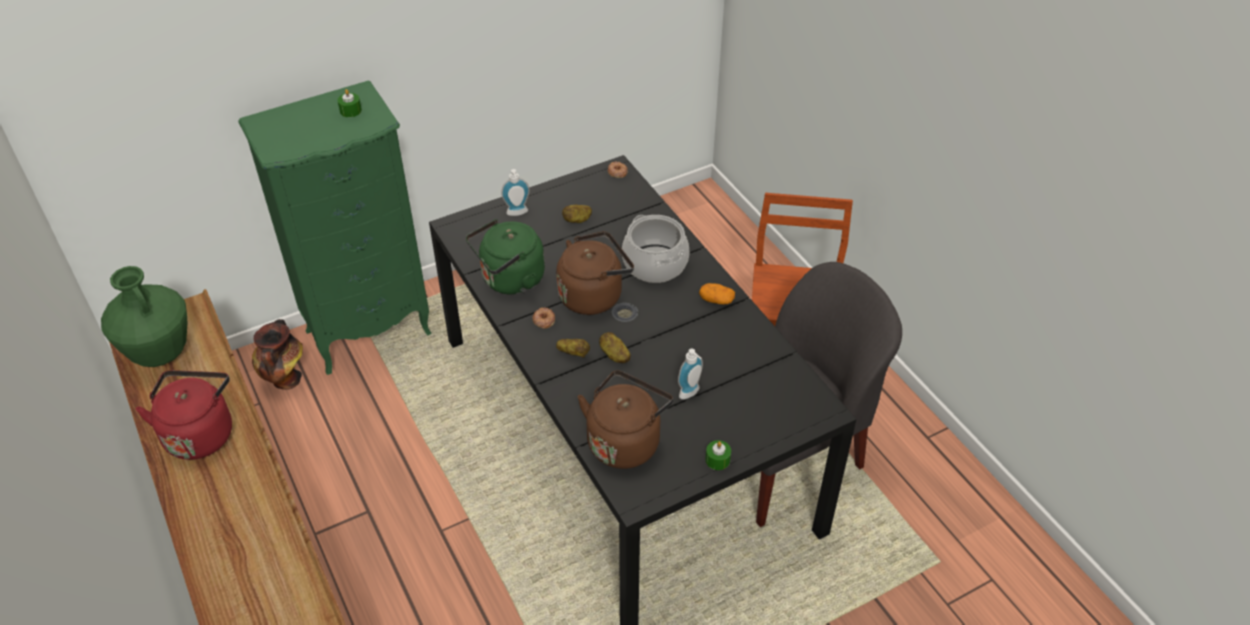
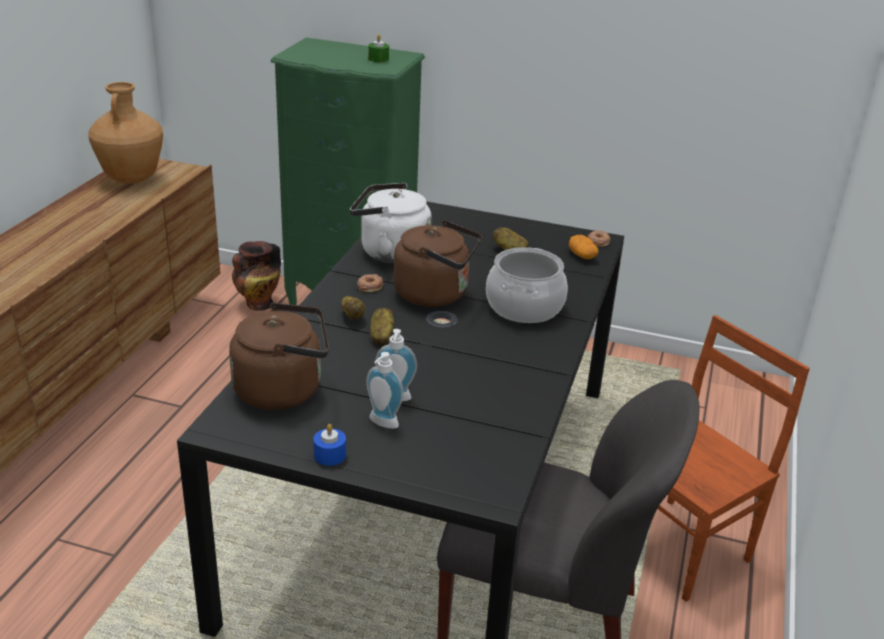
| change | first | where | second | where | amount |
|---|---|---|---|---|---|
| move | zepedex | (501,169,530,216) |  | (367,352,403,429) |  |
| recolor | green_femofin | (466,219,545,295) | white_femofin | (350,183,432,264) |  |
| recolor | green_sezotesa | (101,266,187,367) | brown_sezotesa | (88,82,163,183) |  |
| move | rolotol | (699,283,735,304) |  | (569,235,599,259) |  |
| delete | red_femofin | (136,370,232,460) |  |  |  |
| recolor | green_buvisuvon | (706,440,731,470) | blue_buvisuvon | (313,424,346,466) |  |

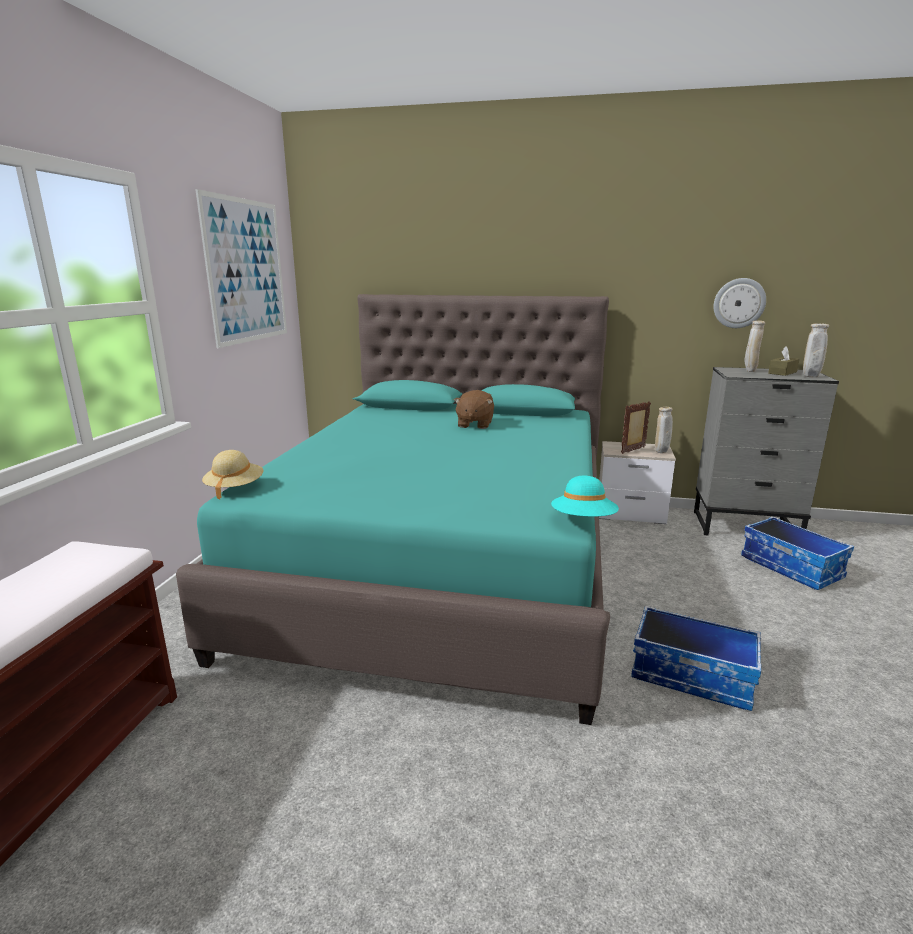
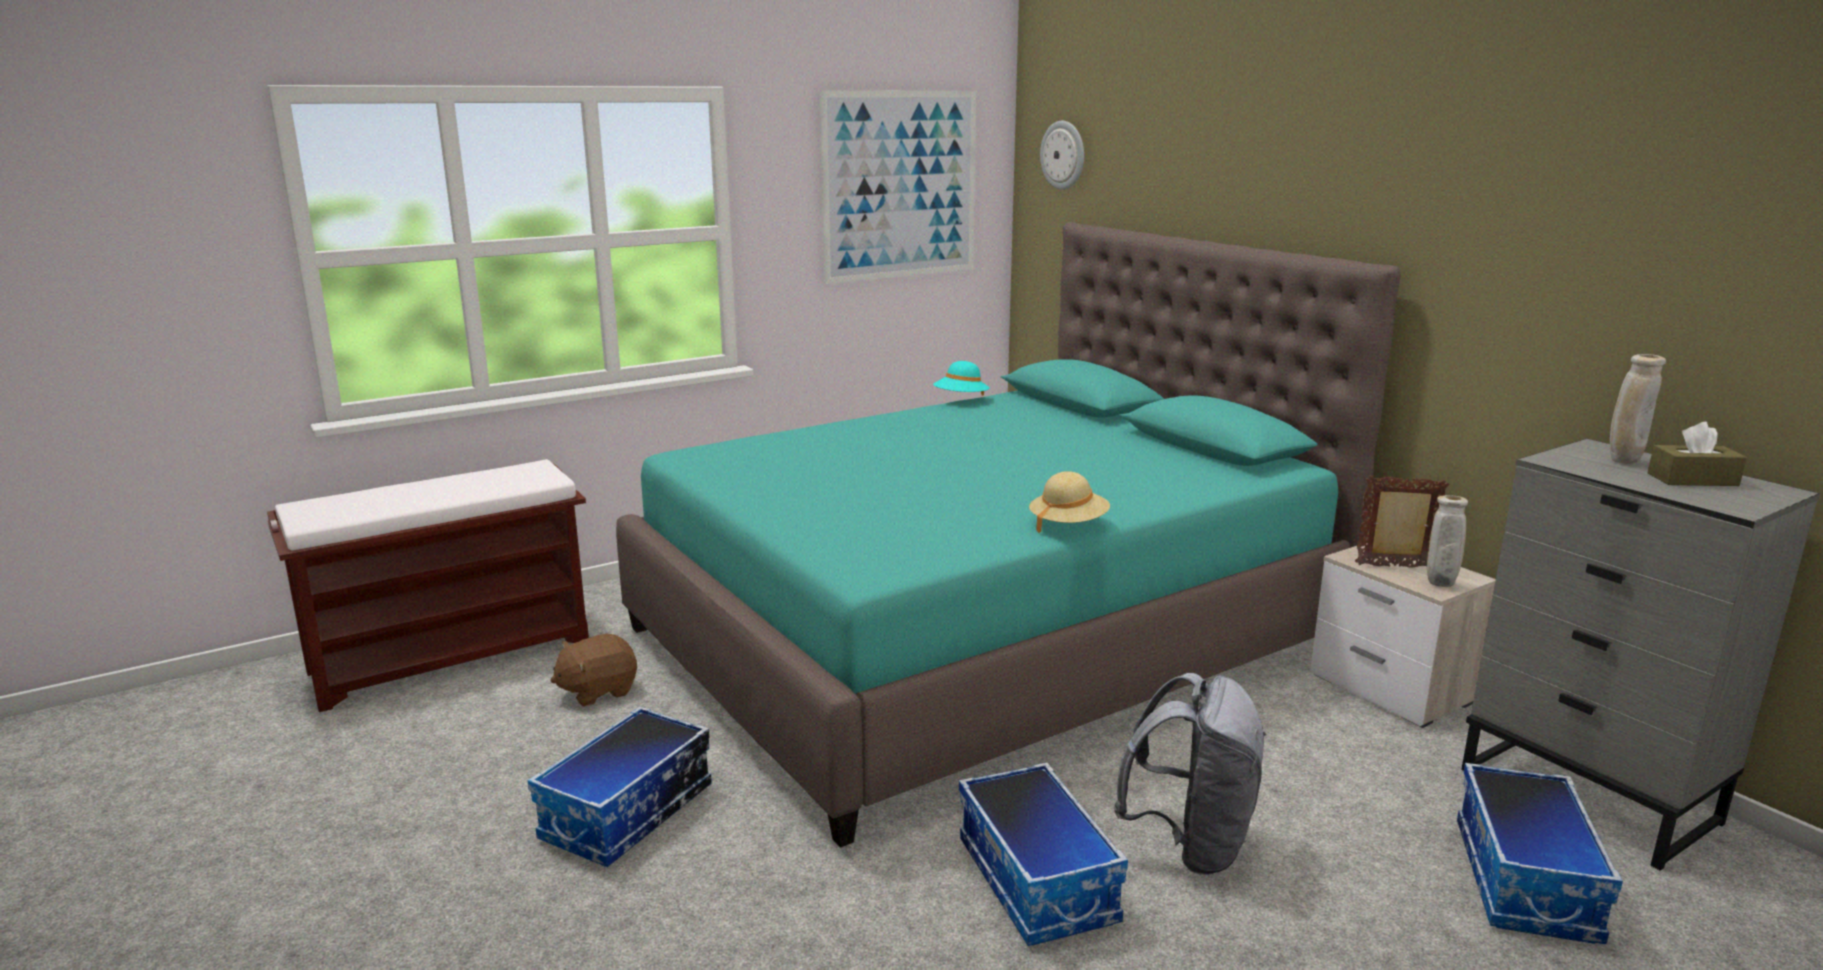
| change | first | where | second | where | amount |
|---|---|---|---|---|---|
| move | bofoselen | (713,278,766,328) |  | (1040,121,1084,190) |  |
| delete | beige_sezotesa | (803,323,829,377) |  |  |  |
| move | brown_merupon | (454,390,494,429) |  | (550,634,637,707) |  |
| move | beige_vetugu | (202,450,264,499) |  | (1029,471,1110,534) |  |
| move | turquoise_vetugu | (551,476,619,517) |  | (933,361,990,396) |  |
| insert |  |  | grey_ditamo | (1114,673,1267,875) |  |
| insert |  |  | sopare | (528,706,712,867) |  |

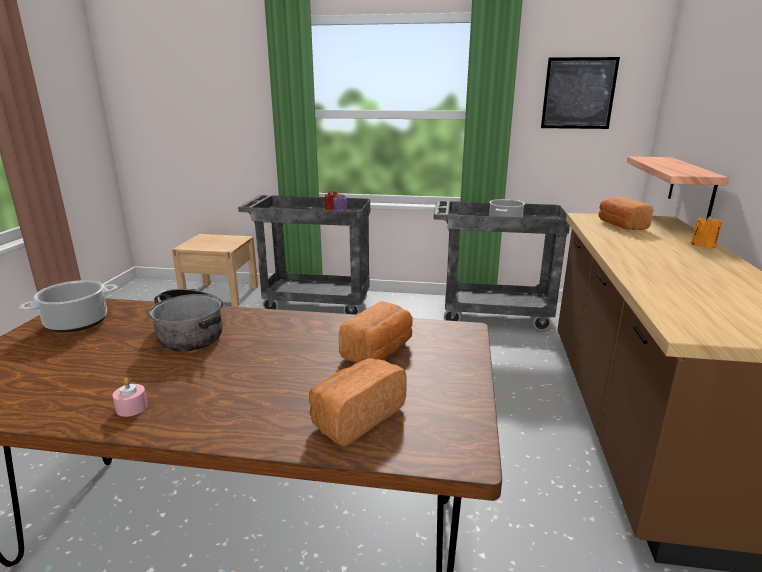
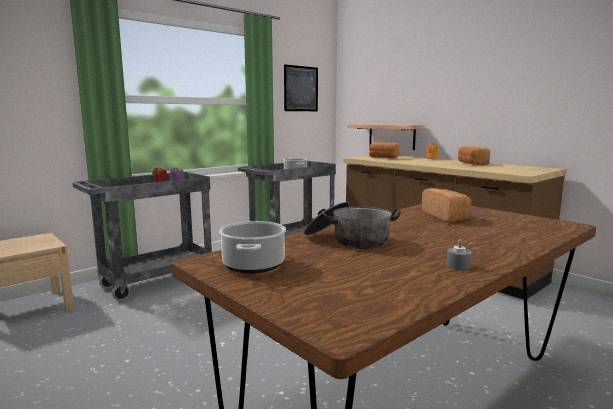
| change | first | where | second | where | amount |
|---|---|---|---|---|---|
| move | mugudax | (309,358,407,446) |  | (458,146,490,165) |  |
| recolor | pink_buvisuvon | (113,378,148,417) | grey_buvisuvon | (446,239,472,270) |  |

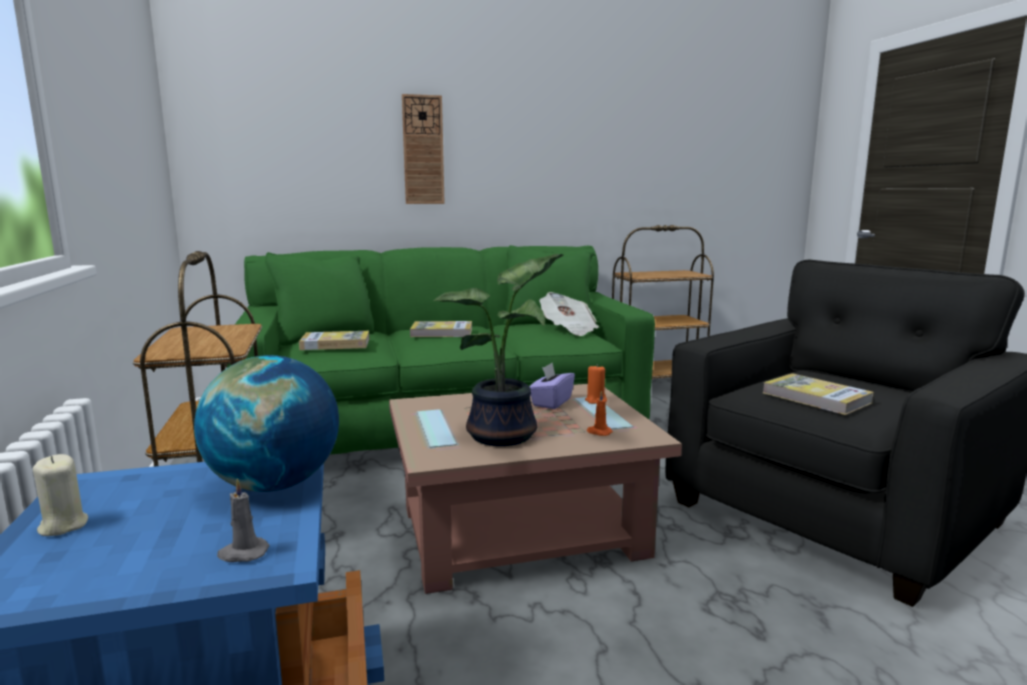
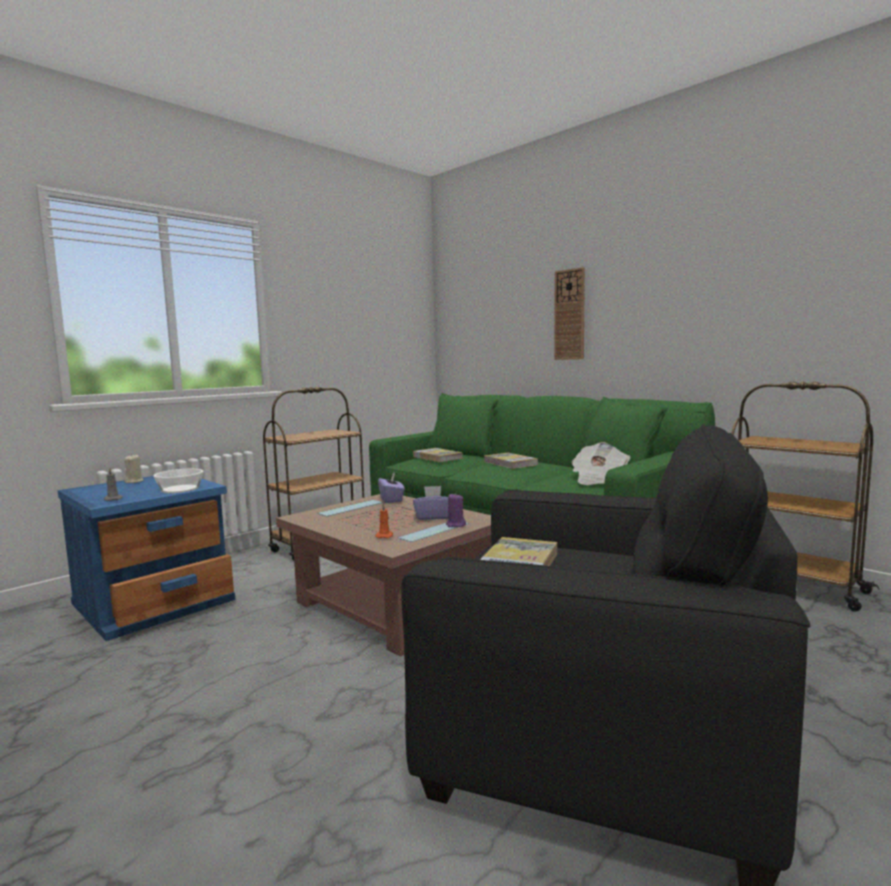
| change | first | where | second | where | amount |
|---|---|---|---|---|---|
| delete | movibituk | (433,254,563,446) |  |  |  |
| replace | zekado | (194,355,339,492) | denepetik | (153,469,203,493) |  |
| recolor | orange_buvisuvon | (585,364,607,404) | purple_buvisuvon | (446,493,466,527) |  |
| insert |  |  | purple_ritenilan | (378,472,405,503) |  |

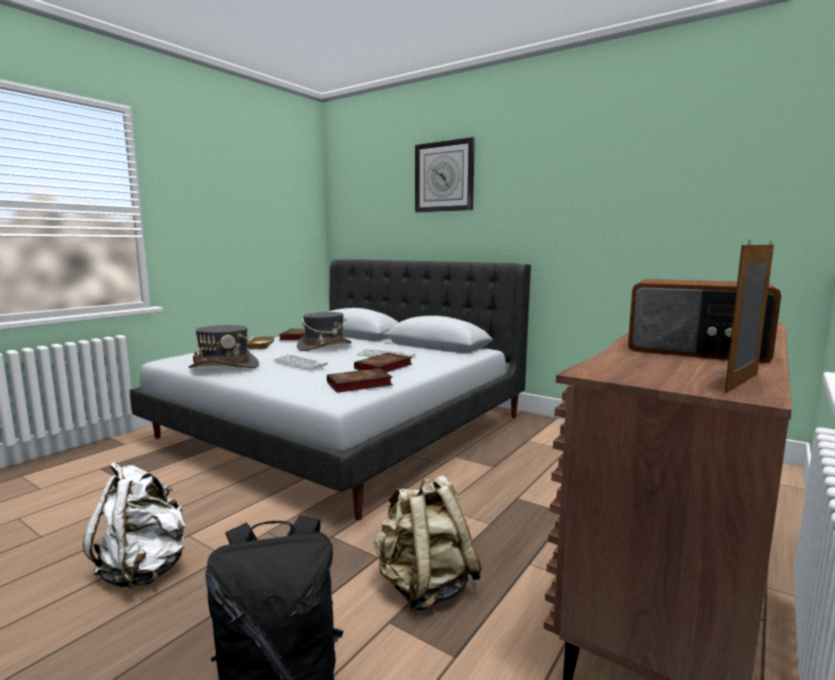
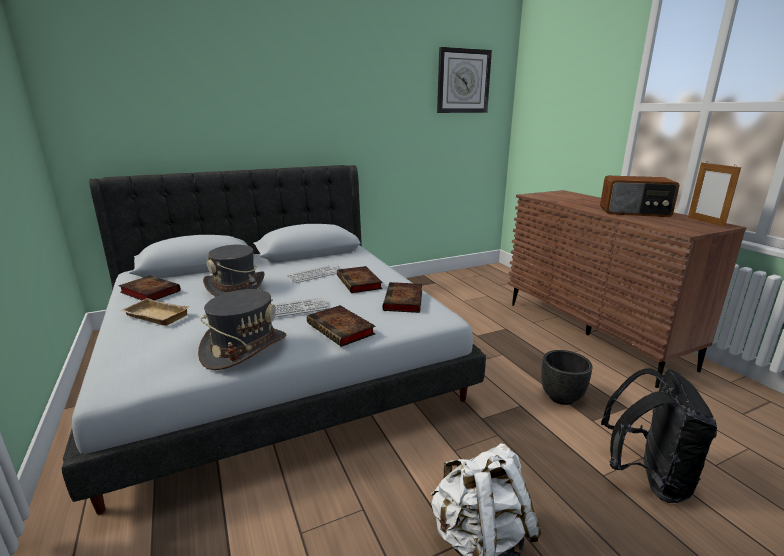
| change | first | where | second | where | amount |
|---|---|---|---|---|---|
| move | bofoselen | (415,137,475,212) |  | (437,47,492,113) |  |
| rotate | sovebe | (628,279,781,364) |  | (600,176,679,217) | 45 degrees clockwise |
| replace | beige_ditamo | (374,476,482,611) | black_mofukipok | (541,350,593,405) |  |
| insert |  |  | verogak | (307,305,375,347) |  |

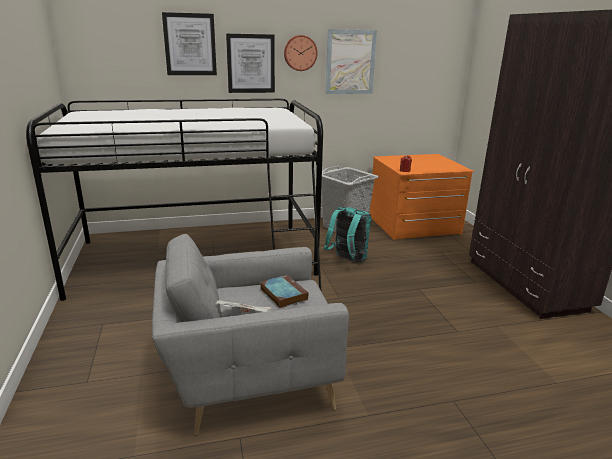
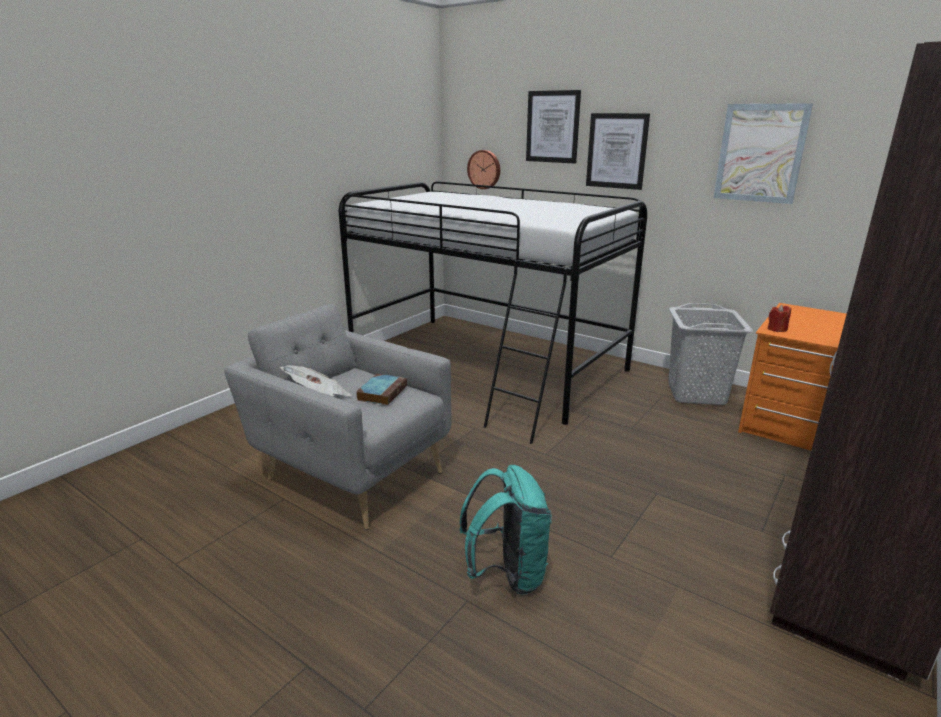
| change | first | where | second | where | amount |
|---|---|---|---|---|---|
| move | bofoselen | (284,35,318,71) |  | (467,150,500,189) |  |
| move | turquoise_ditamo | (324,207,371,262) |  | (460,465,552,594) |  |

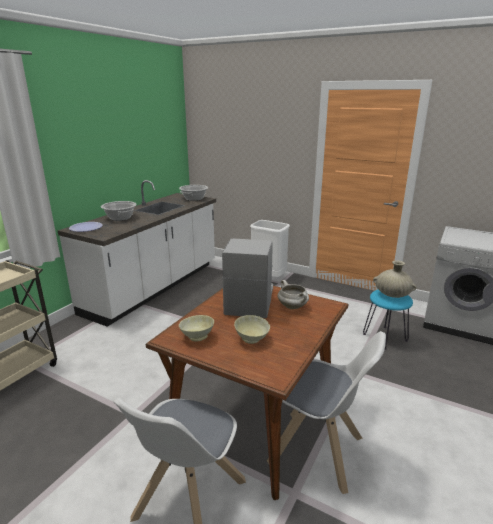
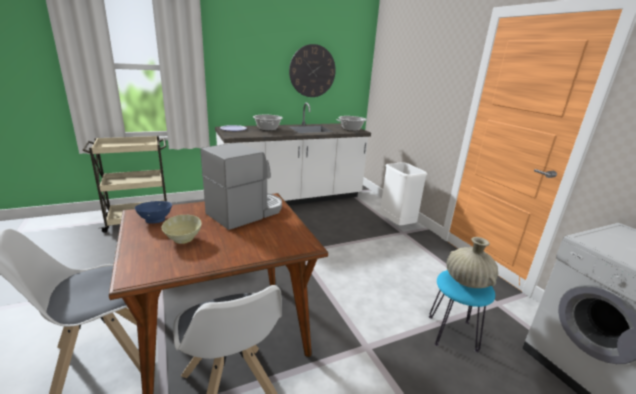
| change | first | where | second | where | amount |
|---|---|---|---|---|---|
| delete | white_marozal | (278,280,309,309) |  |  |  |
| recolor | beige_denepetik | (179,315,214,342) | blue_denepetik | (135,201,172,224) |  |
| insert |  |  | bofoselen | (289,44,336,97) |  |

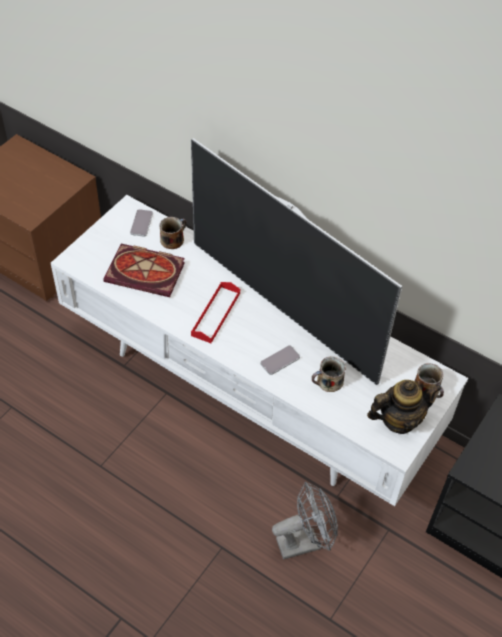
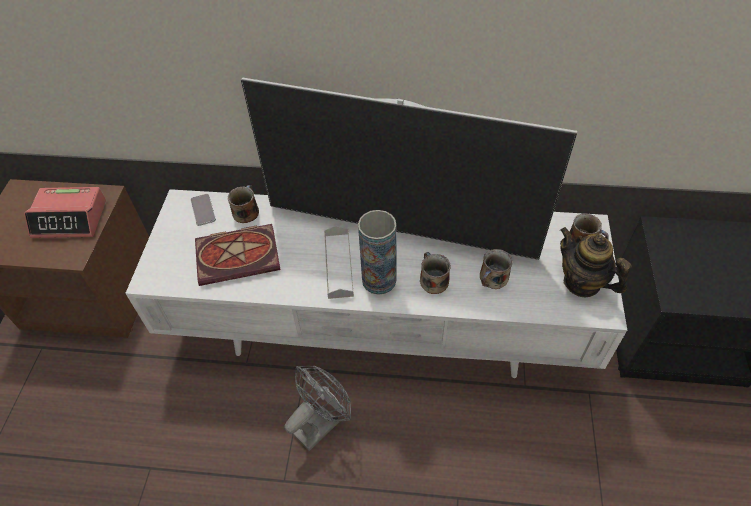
| change | first | where | second | where | amount |
|---|---|---|---|---|---|
| recolor | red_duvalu | (191,282,240,343) | grey_duvalu | (324,226,354,299) |  |
| replace | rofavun | (260,345,300,375) | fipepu | (420,252,450,294) |  |
| rotate | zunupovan | (367,380,442,434) |  | (560,227,632,297) | 90 degrees counterclockwise |
| move | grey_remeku | (272,482,338,560) |  | (284,366,351,451) |  |
| insert |  |  | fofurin | (24,187,106,238) |  |
| insert |  |  | sezotesa | (358,210,397,295) |  |

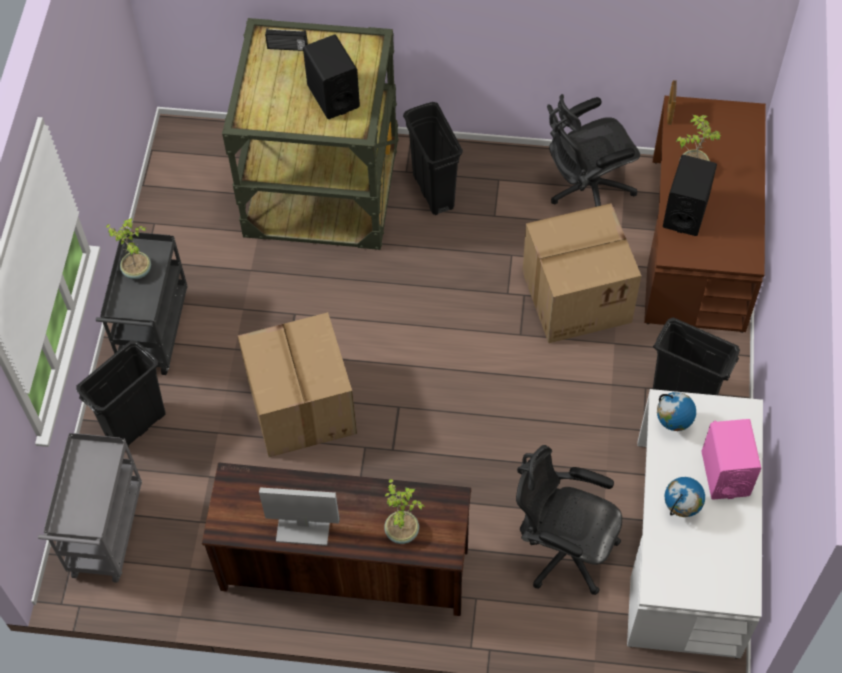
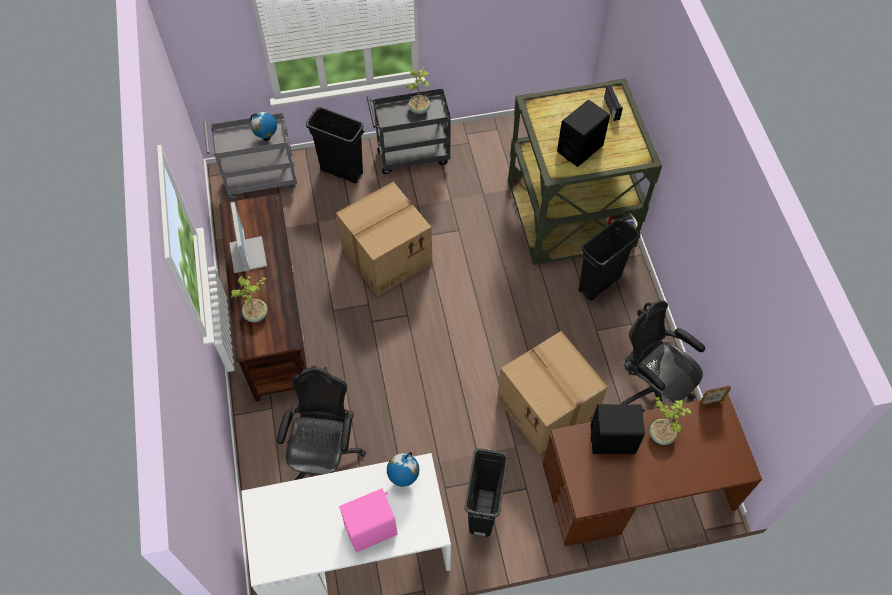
| change | first | where | second | where | amount |
|---|---|---|---|---|---|
| move | zekado | (665,477,705,517) |  | (250,112,277,141) |  |

